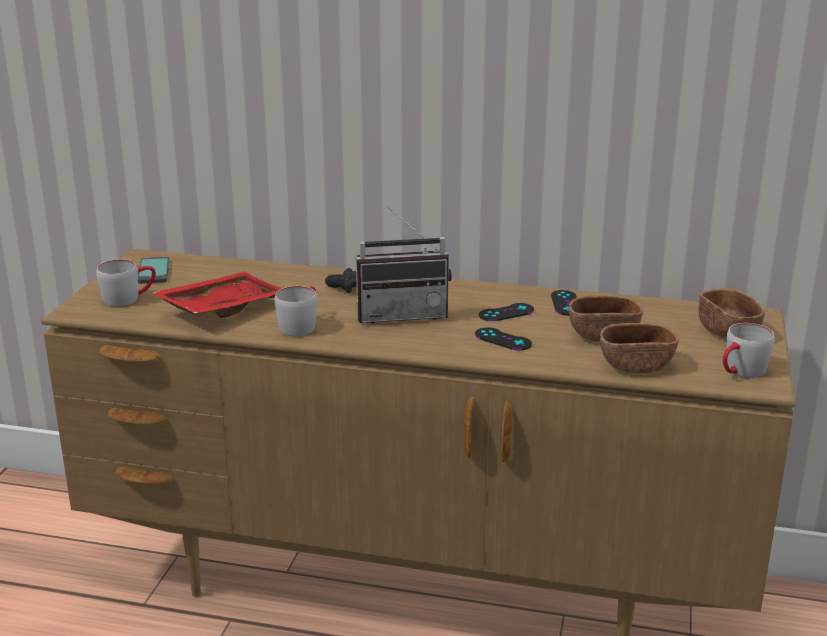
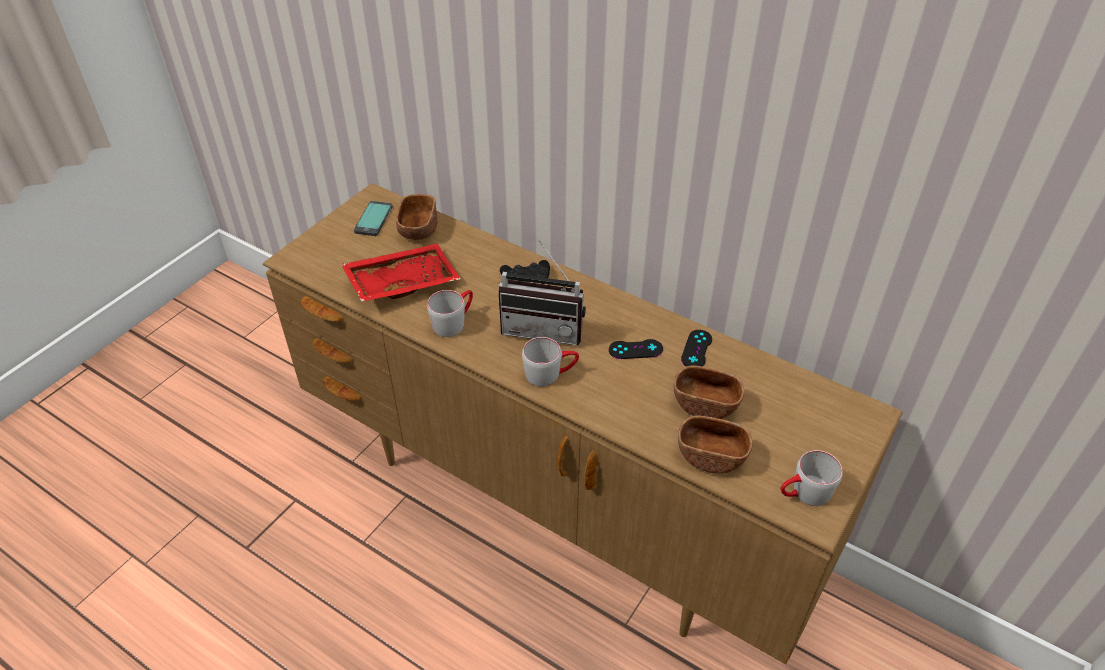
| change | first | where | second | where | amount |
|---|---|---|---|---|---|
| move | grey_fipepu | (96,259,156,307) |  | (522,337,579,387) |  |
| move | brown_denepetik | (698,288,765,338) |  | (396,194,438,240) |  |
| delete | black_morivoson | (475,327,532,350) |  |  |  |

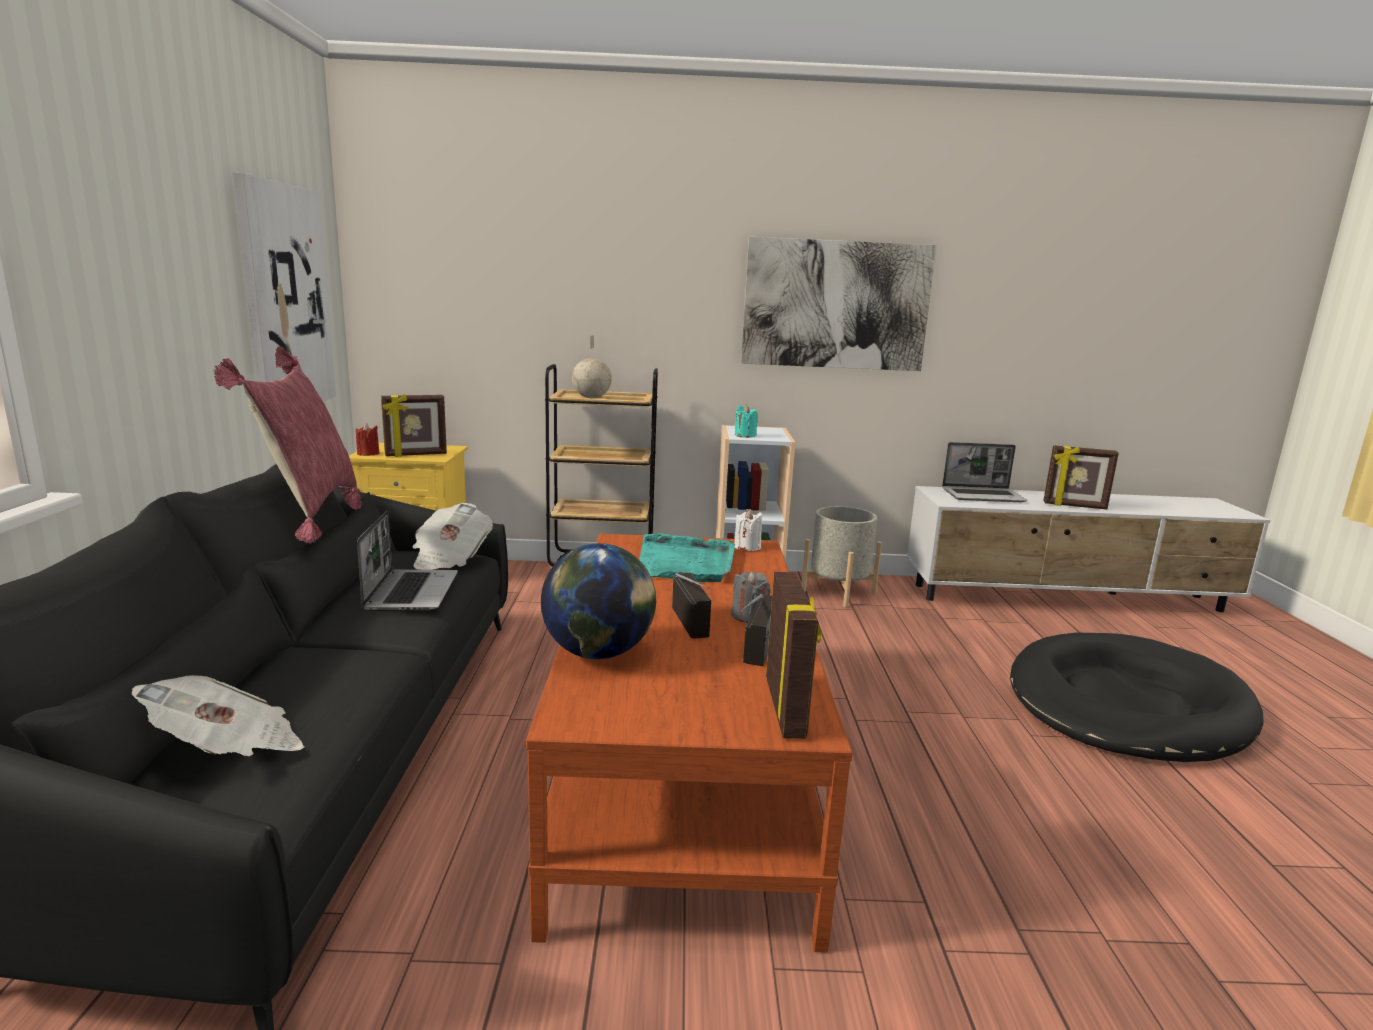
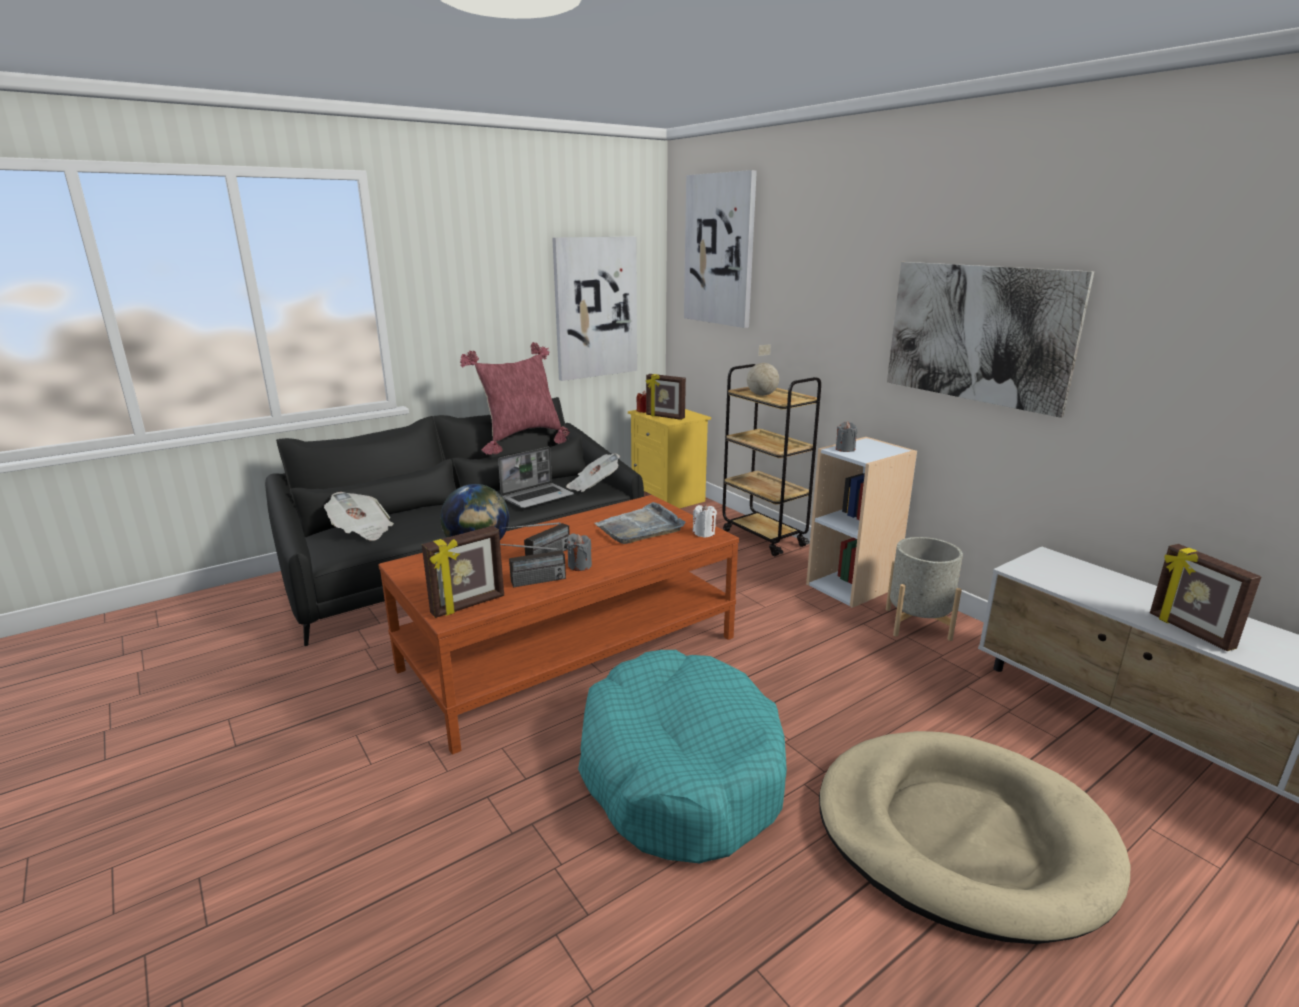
| change | first | where | second | where | amount |
|---|---|---|---|---|---|
| recolor | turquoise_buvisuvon | (735,405,758,438) | grey_buvisuvon | (836,421,857,452) |  |
| delete | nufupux | (942,442,1027,502) |  |  |  |
| recolor | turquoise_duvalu | (640,533,735,582) | grey_duvalu | (594,502,685,544) |  |
| recolor | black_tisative | (1010,633,1264,762) | beige_tisative | (819,731,1131,944) |  |
| insert |  |  | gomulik | (684,170,757,328) |  |
| insert |  |  | turquoise_tisative | (578,650,787,863) |  |

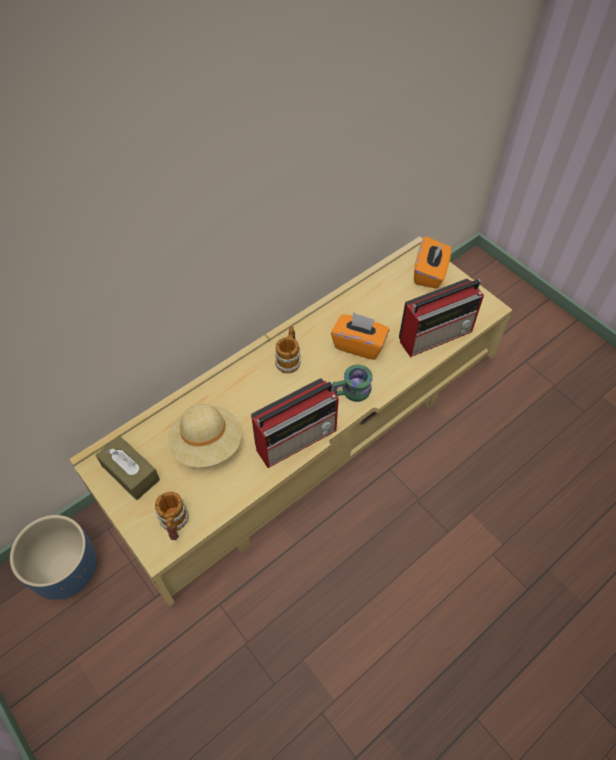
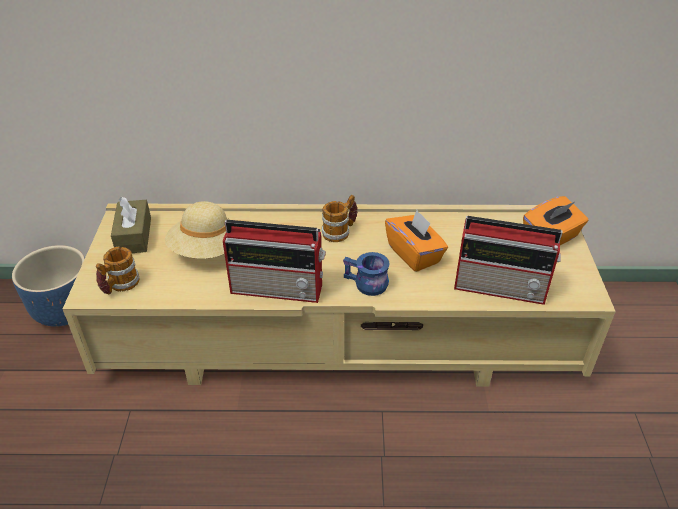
| change | first | where | second | where | amount |
|---|---|---|---|---|---|
| recolor | green_fipepu | (332,364,373,402) | blue_fipepu | (343,252,390,296) |  |

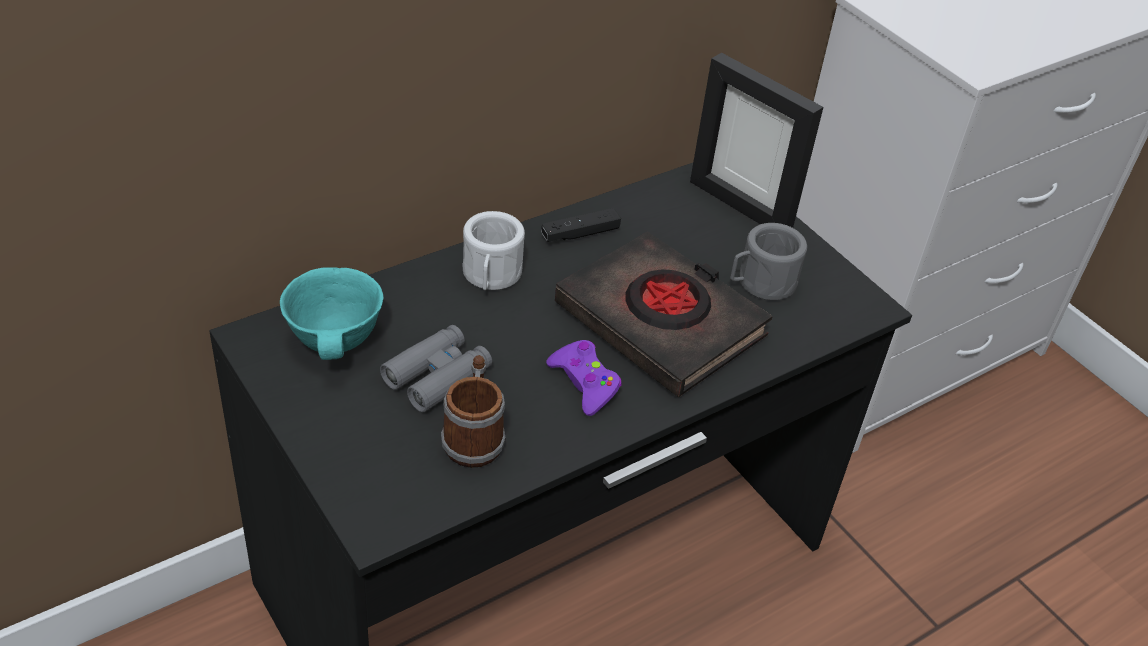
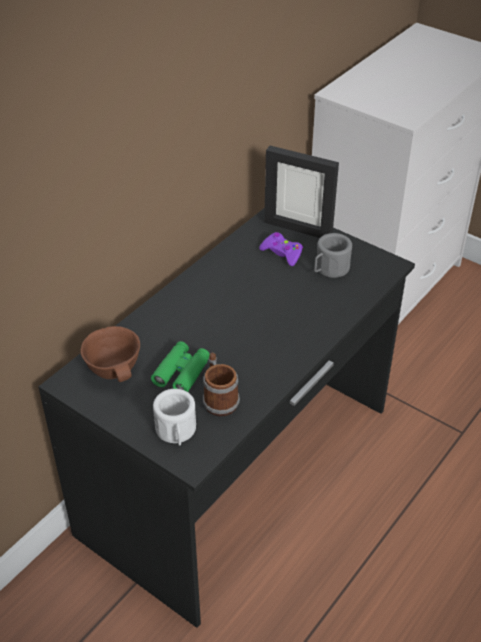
| change | first | where | second | where | amount |
|---|---|---|---|---|---|
| delete | black_morivoson | (541,208,621,242) |  |  |  |
| move | white_fipepu | (463,211,525,290) |  | (153,389,196,446) |  |
| delete | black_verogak | (555,232,773,397) |  |  |  |
| recolor | turquoise_denepetik | (280,267,384,360) | brown_denepetik | (80,326,140,382) |  |
| recolor | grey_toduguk | (380,325,492,412) | green_toduguk | (151,341,210,392) |  |
| move | purple_morivoson | (546,340,622,416) |  | (259,232,303,266) |  |

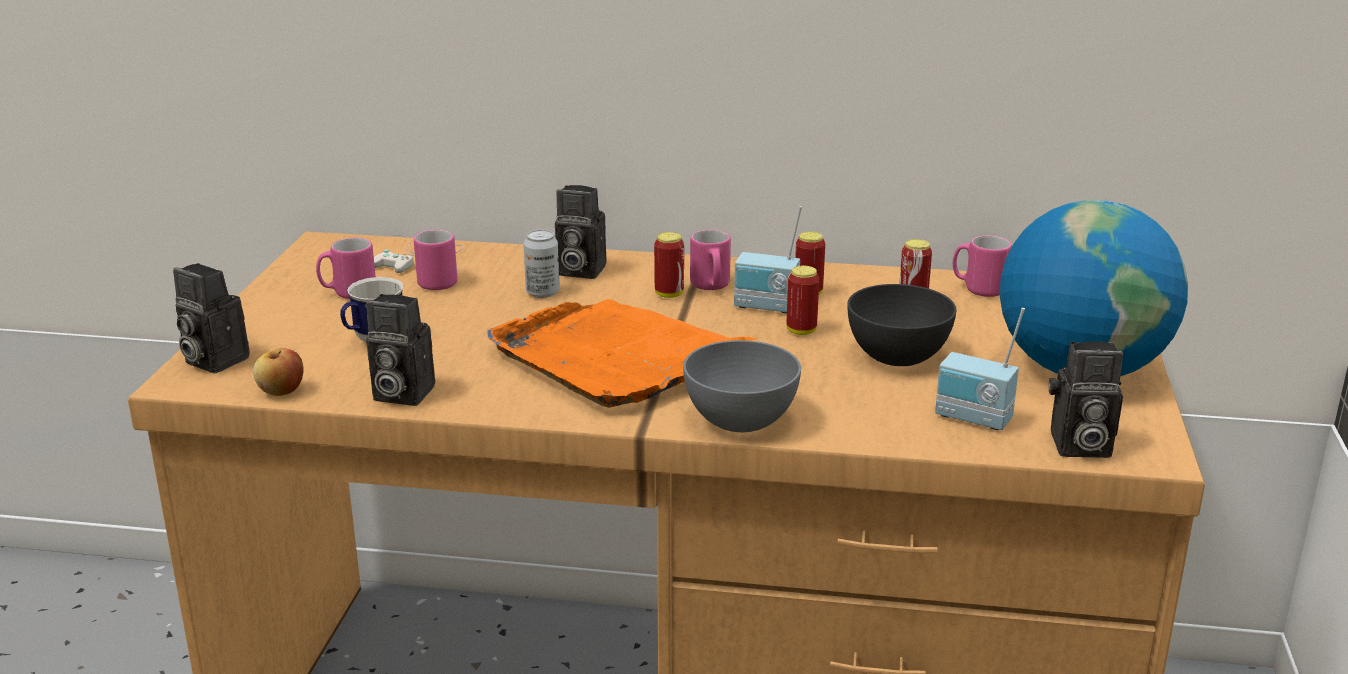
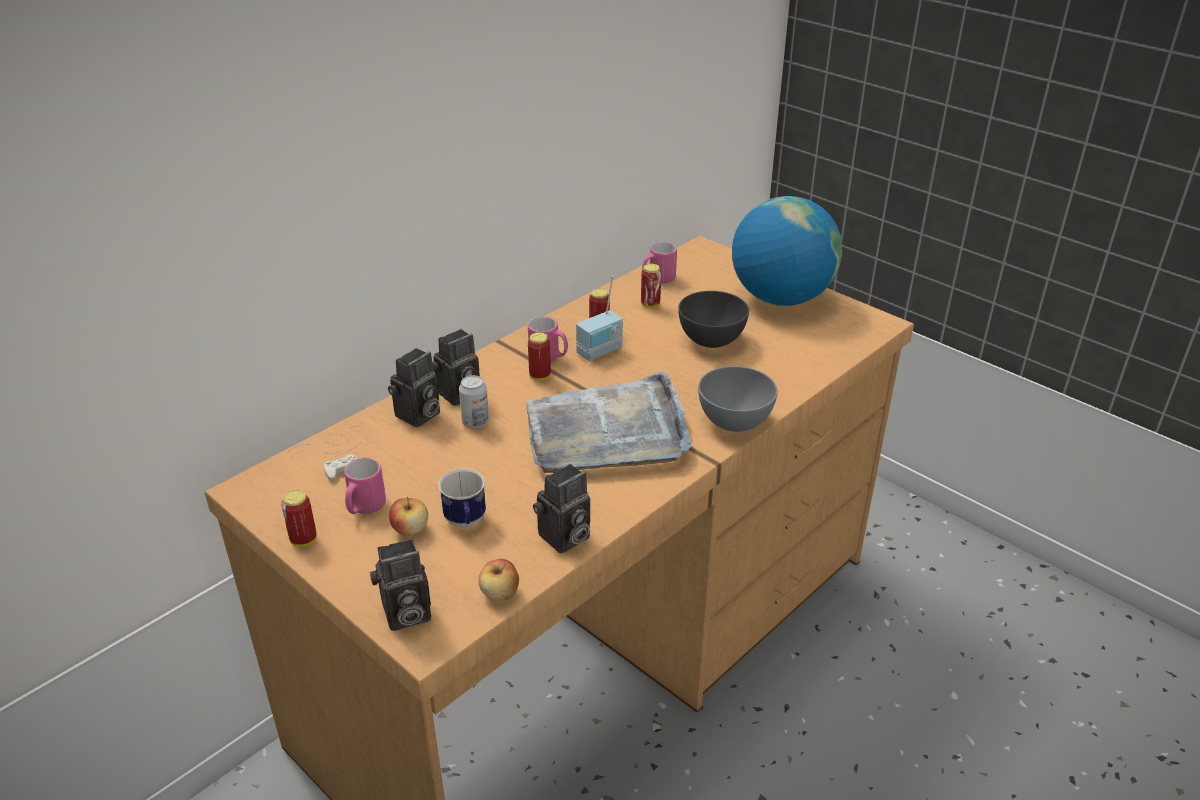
| change | first | where | second | where | amount |
|---|---|---|---|---|---|
| delete | pink_fipepu | (414,230,457,290) |  |  |  |
| move | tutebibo | (787,266,819,335) |  | (281,490,317,547) |  |
| recolor | orange_duvalu | (487,299,759,408) | grey_duvalu | (526,371,691,473) |  |
| delete | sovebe | (935,308,1025,431) |  |  |  |
| move | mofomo | (1049,341,1123,458) |  | (388,348,440,427) |  |
| insert |  |  | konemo | (389,497,428,536) |  |

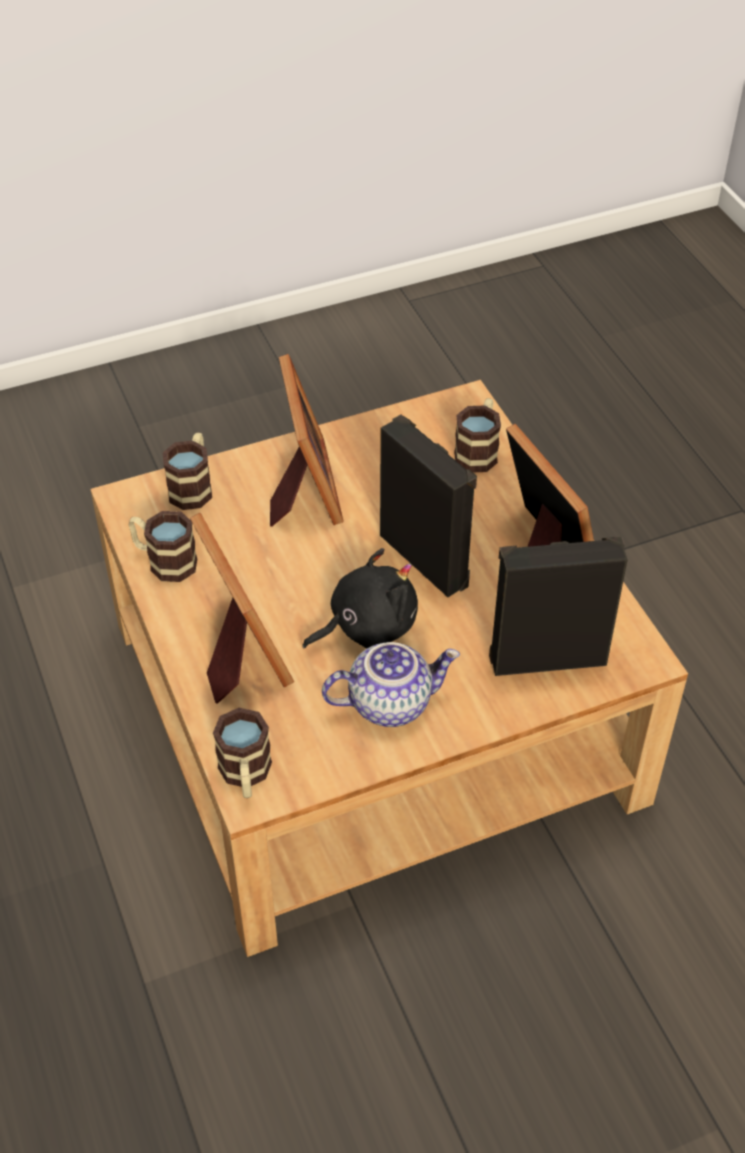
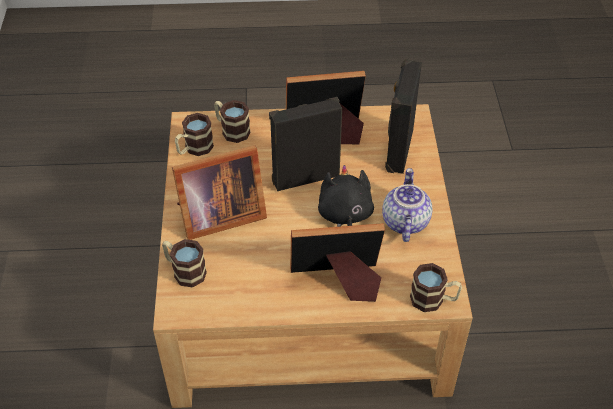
| change | first | where | second | where | amount |
|---|---|---|---|---|---|
| rotate | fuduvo | (270,354,344,527) |  | (172,145,267,240) | 150 degrees clockwise |
| move | fipepu | (129,511,197,582) |  | (175,113,214,156) |  |

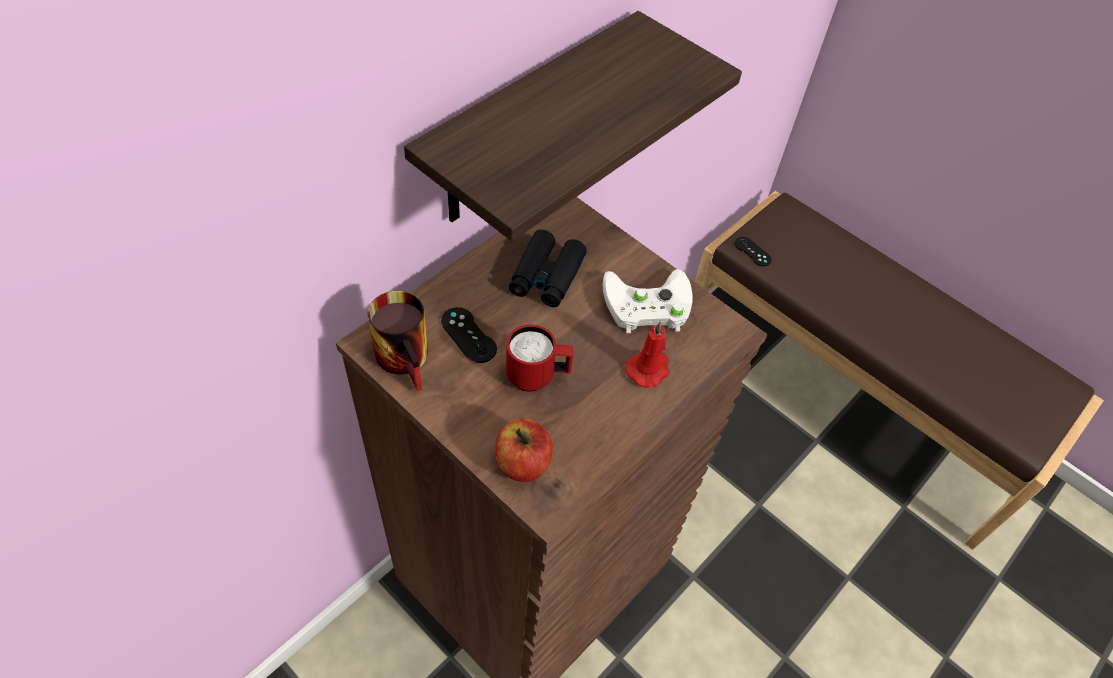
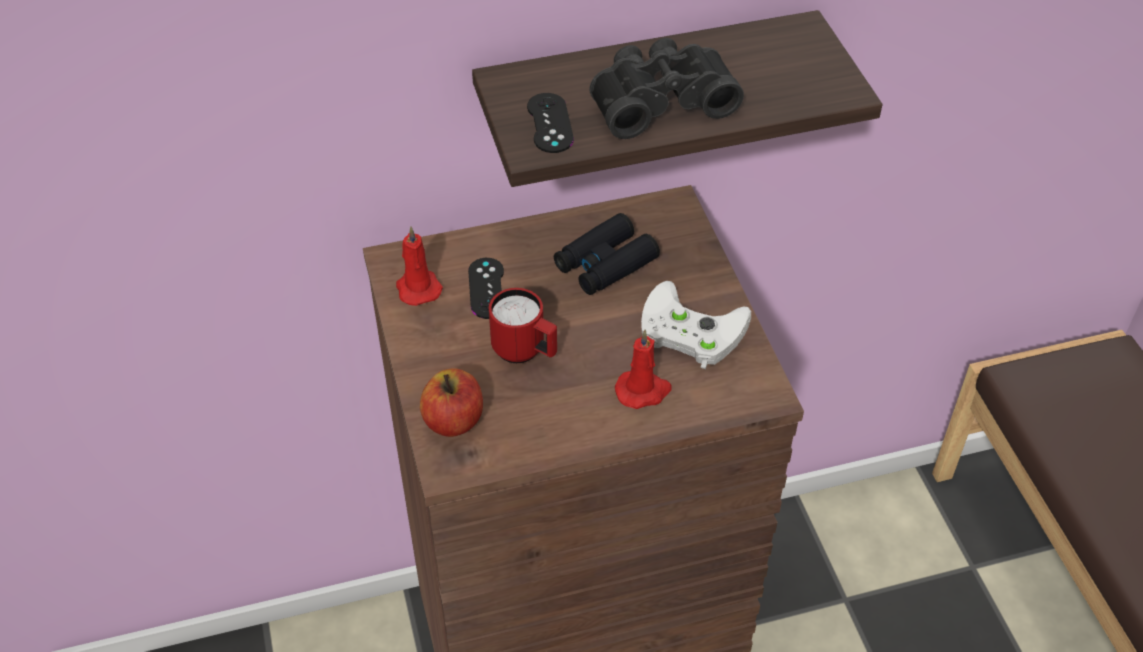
| change | first | where | second | where | amount |
|---|---|---|---|---|---|
| move | black_morivoson | (735,237,772,266) |  | (527,93,574,153) |  |
| replace | fipepu | (367,291,428,391) | red_buvisuvon | (396,226,443,306) |  |
| insert |  |  | black_toduguk | (589,38,744,139) |  |

